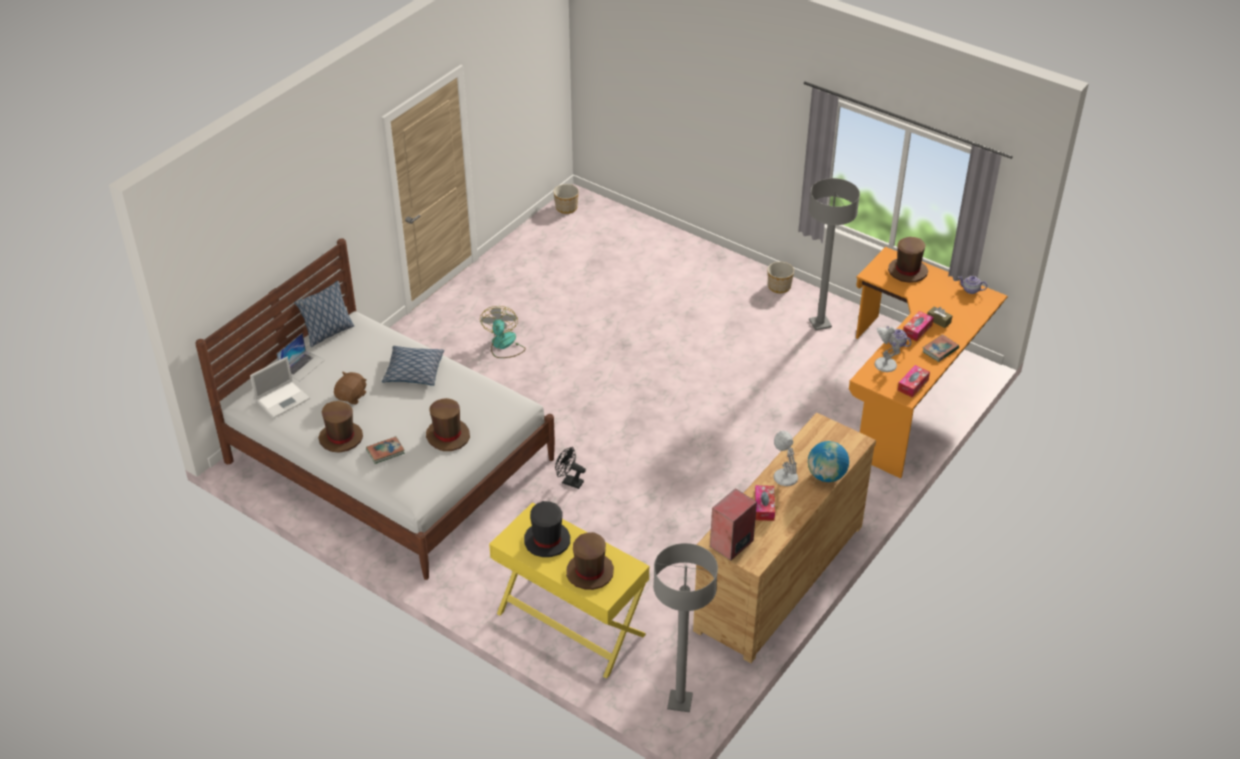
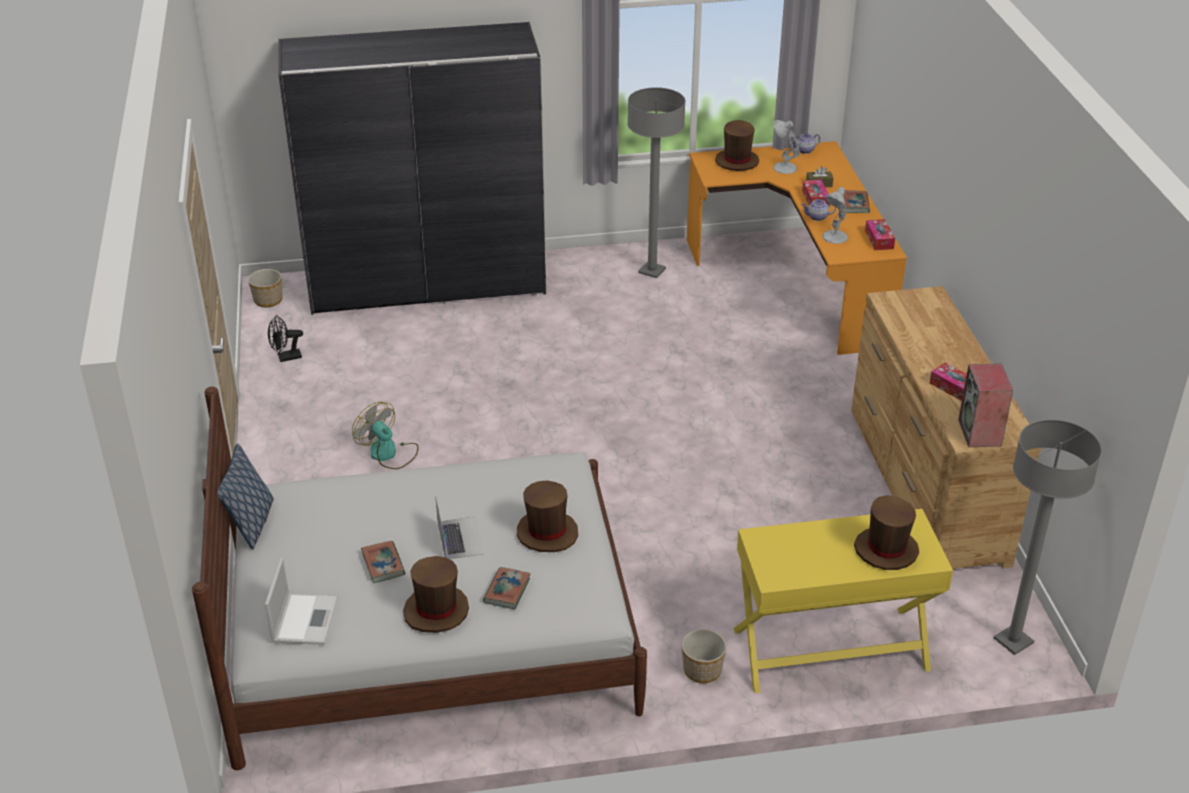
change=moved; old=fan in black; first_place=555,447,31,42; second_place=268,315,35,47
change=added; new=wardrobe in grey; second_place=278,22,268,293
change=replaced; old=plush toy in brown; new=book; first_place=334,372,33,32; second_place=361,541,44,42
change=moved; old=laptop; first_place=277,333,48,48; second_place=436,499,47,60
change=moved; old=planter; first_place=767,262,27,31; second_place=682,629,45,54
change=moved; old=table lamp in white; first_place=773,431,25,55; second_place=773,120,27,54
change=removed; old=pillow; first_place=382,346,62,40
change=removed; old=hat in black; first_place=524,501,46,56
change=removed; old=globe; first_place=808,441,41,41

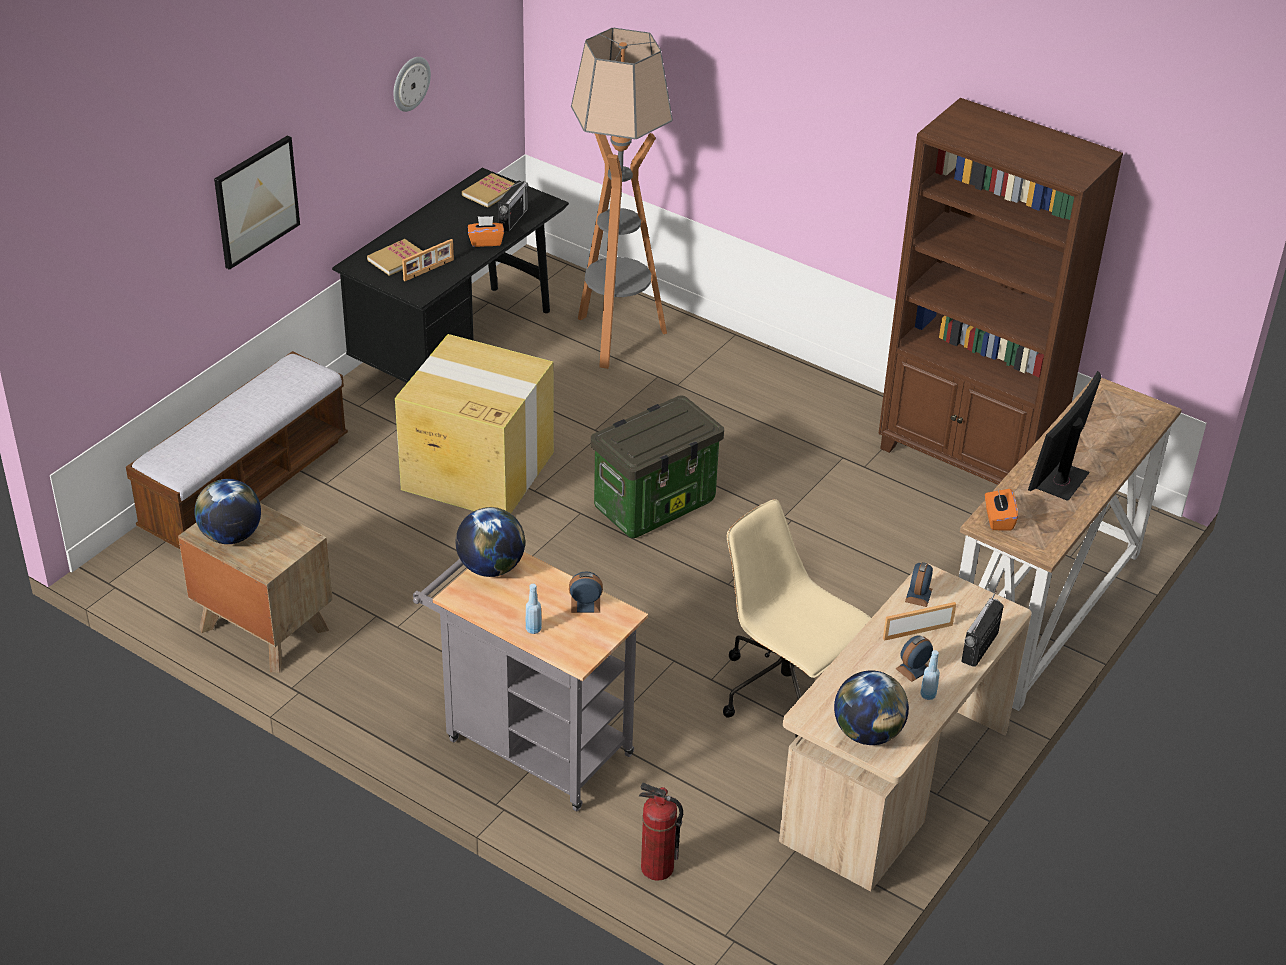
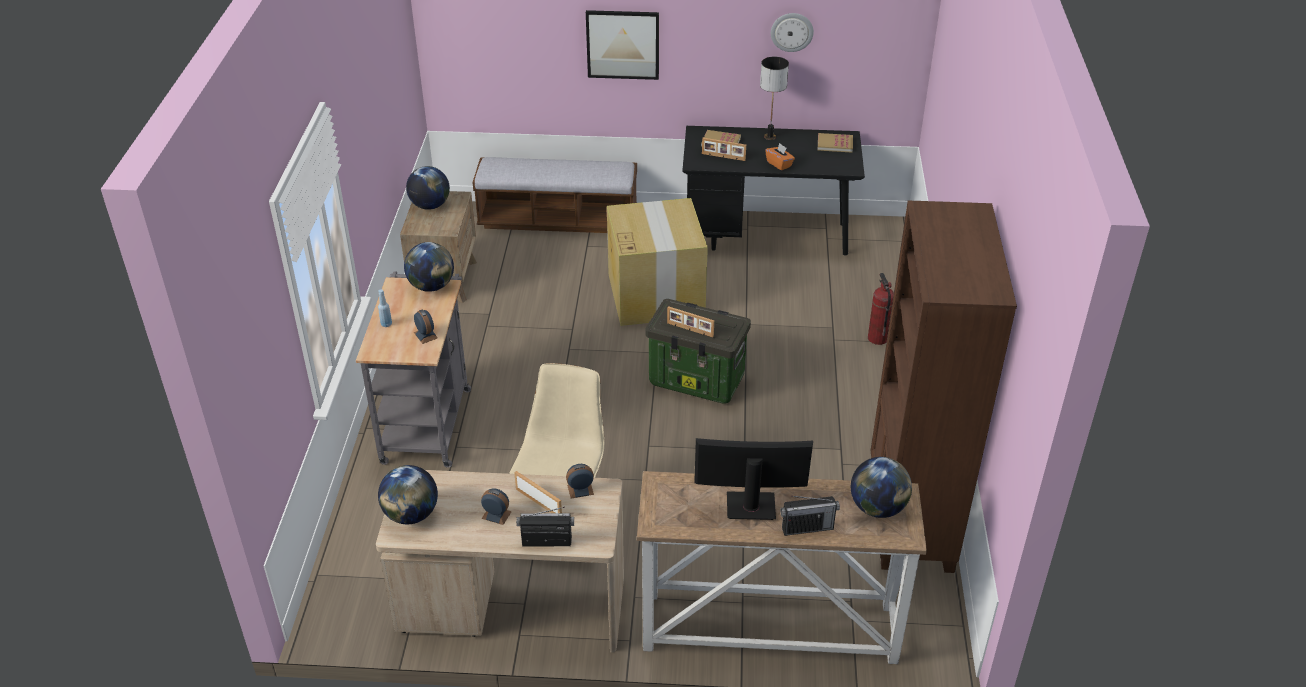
change=added; new=picture frame; second_place=667,306,47,32
change=added; new=table lamp; second_place=760,57,29,83
change=moved; old=radio; first_place=498,181,30,51; second_place=780,496,60,40
change=added; new=globe; second_place=851,457,61,61
change=moved; old=fire extinguisher; first_place=639,783,44,98; second_place=868,273,26,72
change=removed; old=floor lamp; first_place=571,28,102,341
change=removed; old=bottle in blue; first_place=920,650,20,50
change=removed; old=tissue box in orange; first_place=985,489,33,41

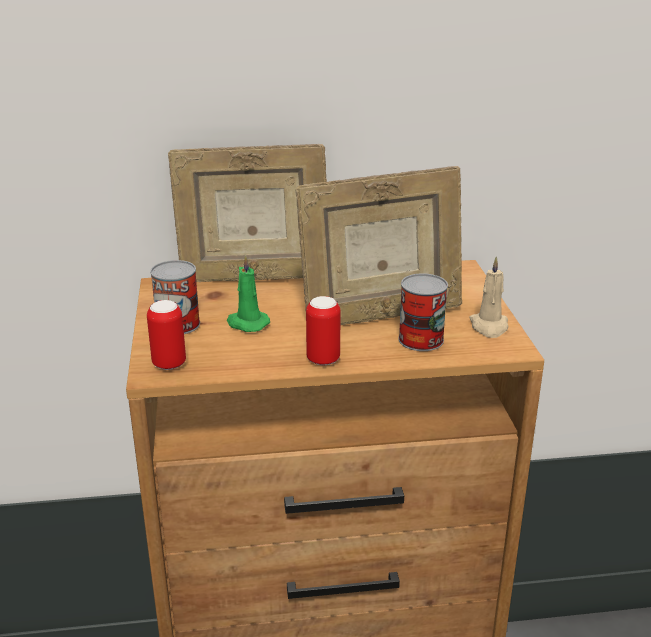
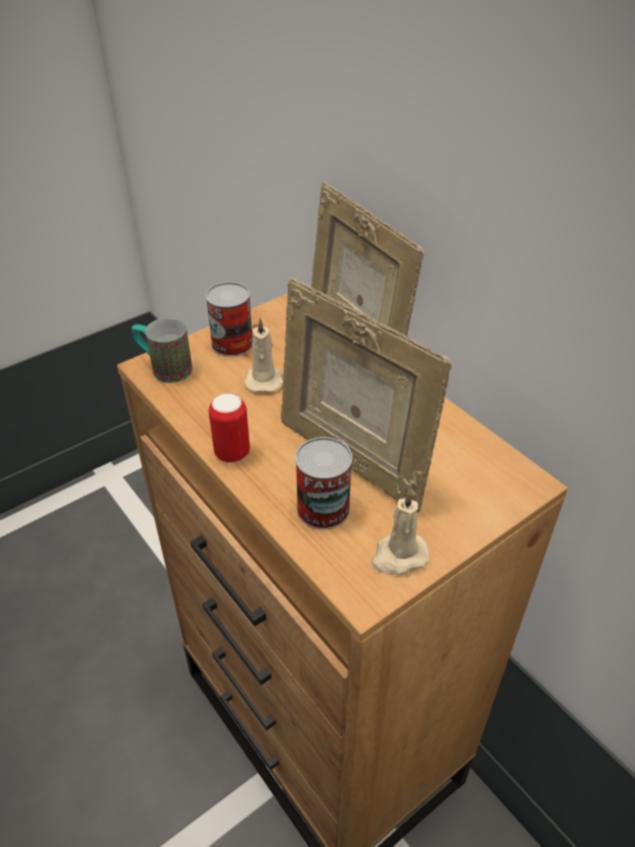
change=replaced; old=can; new=mug; first_place=147,300,39,70; second_place=132,318,60,65
change=recoloured; old=candle in green; new=candle in beige; first_place=227,255,43,77; second_place=244,317,39,75

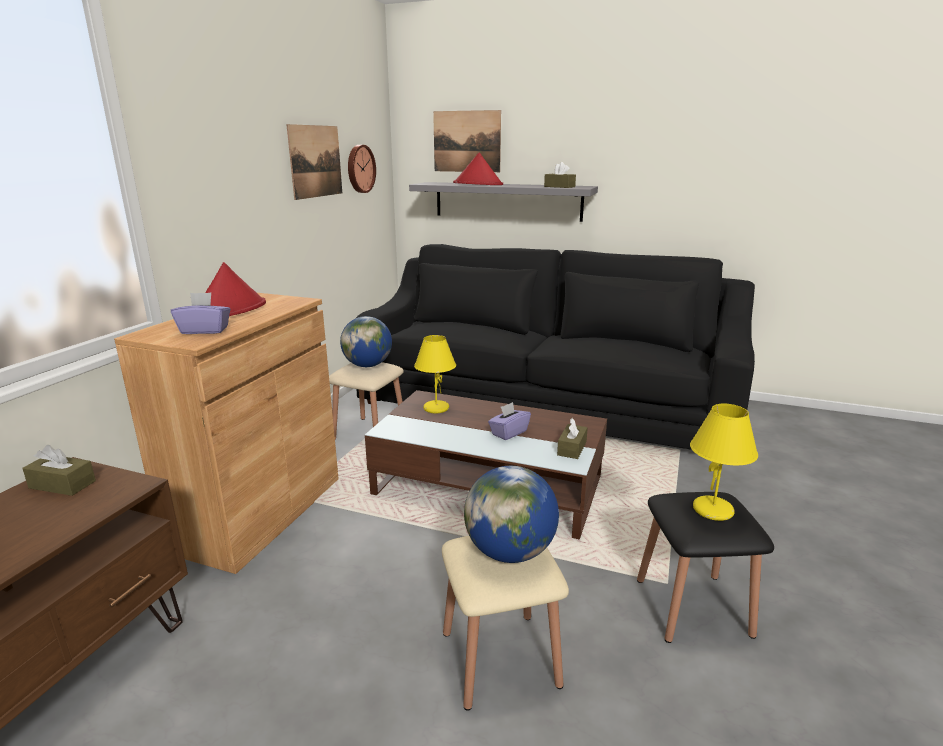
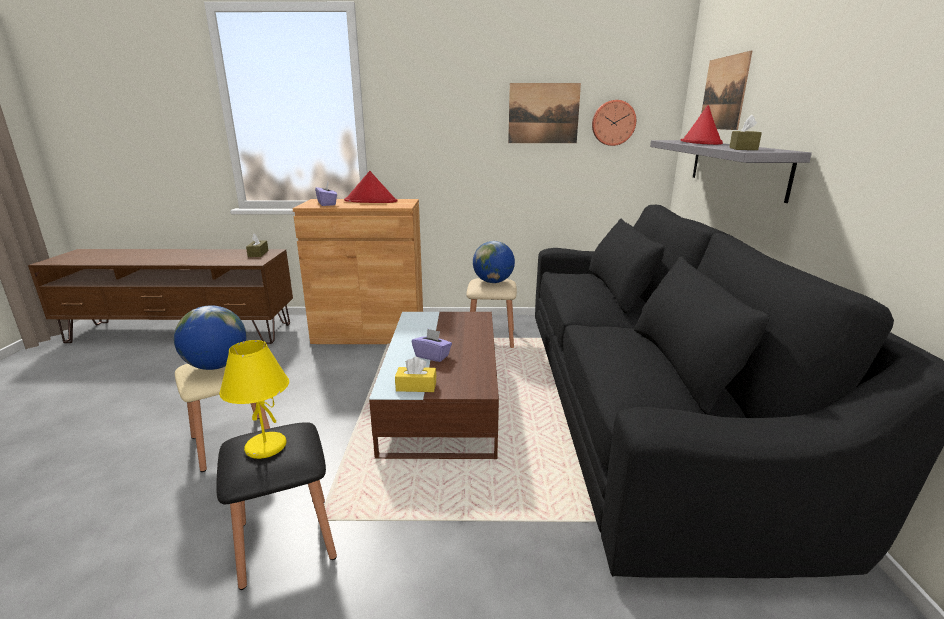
change=recoloured; old=tissue box in brown; new=tissue box in yellow; first_place=557,418,31,41; second_place=395,357,41,35
change=removed; old=table lamp in yellow; first_place=414,335,42,78

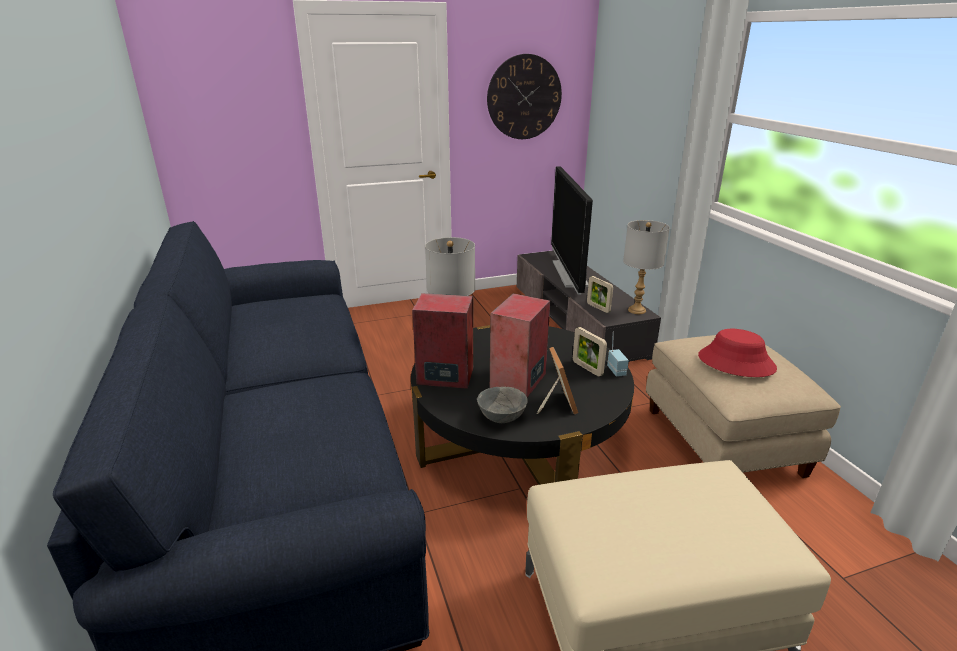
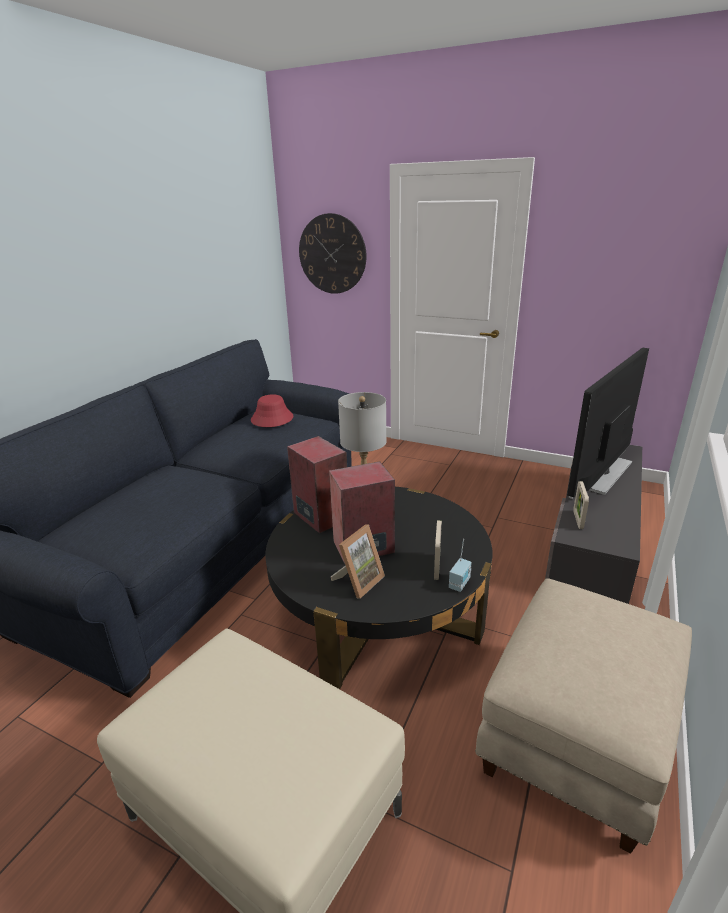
change=moved; old=hat in red; first_place=698,329,79,48; second_place=251,394,42,33
change=moved; old=wall clock; first_place=487,54,75,85; second_place=299,213,68,81
change=removed; old=bowl in grey; first_place=477,387,51,36
change=removed; old=table lamp in grey; first_place=623,220,47,94

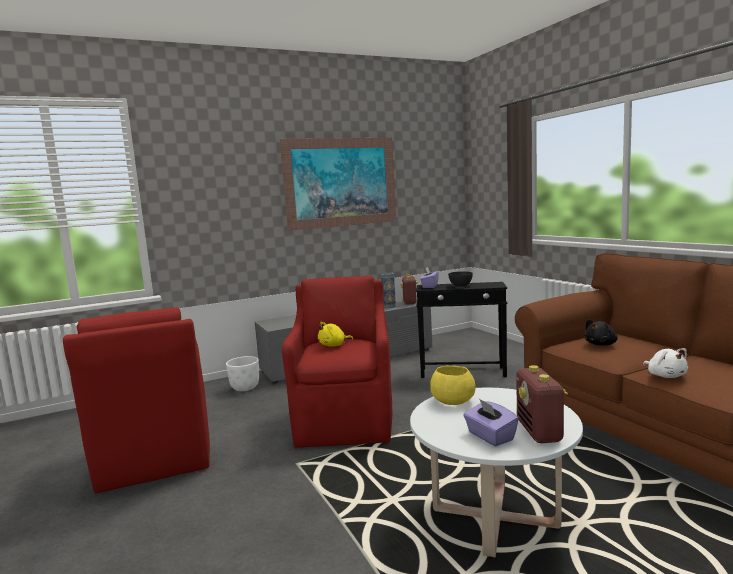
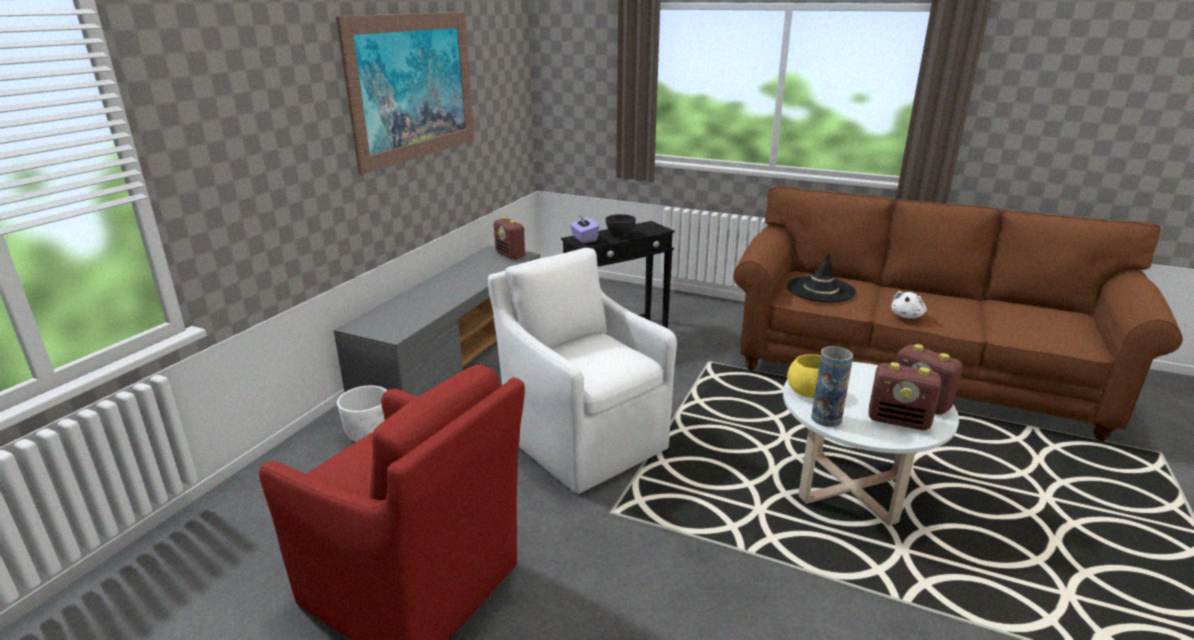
change=recoloured; old=armchair in red; new=armchair in white; first_place=282,276,110,172; second_place=488,248,189,246
change=replaced; old=plush toy in black; new=hat in black; first_place=584,319,34,27; second_place=787,252,69,51
change=moved; old=vase; first_place=381,273,15,35; second_place=811,346,42,81
change=replaced; old=tissue box in purple; new=radio; first_place=463,399,56,47; second_place=868,362,73,68
change=turned; old=plush toy in white; first_place=643,348,45,30; second_place=891,291,35,27; degrees=90
change=removed; old=plush toy in yellow; first_place=318,322,35,25

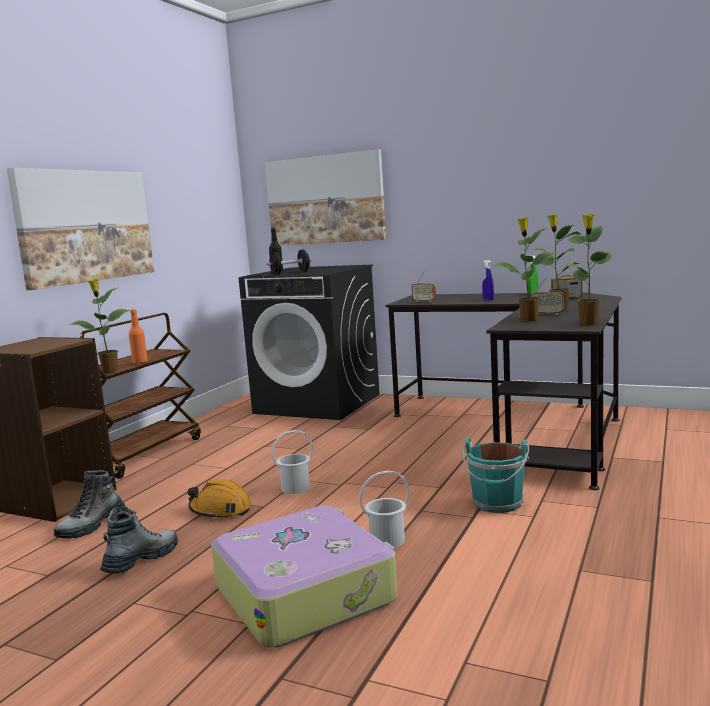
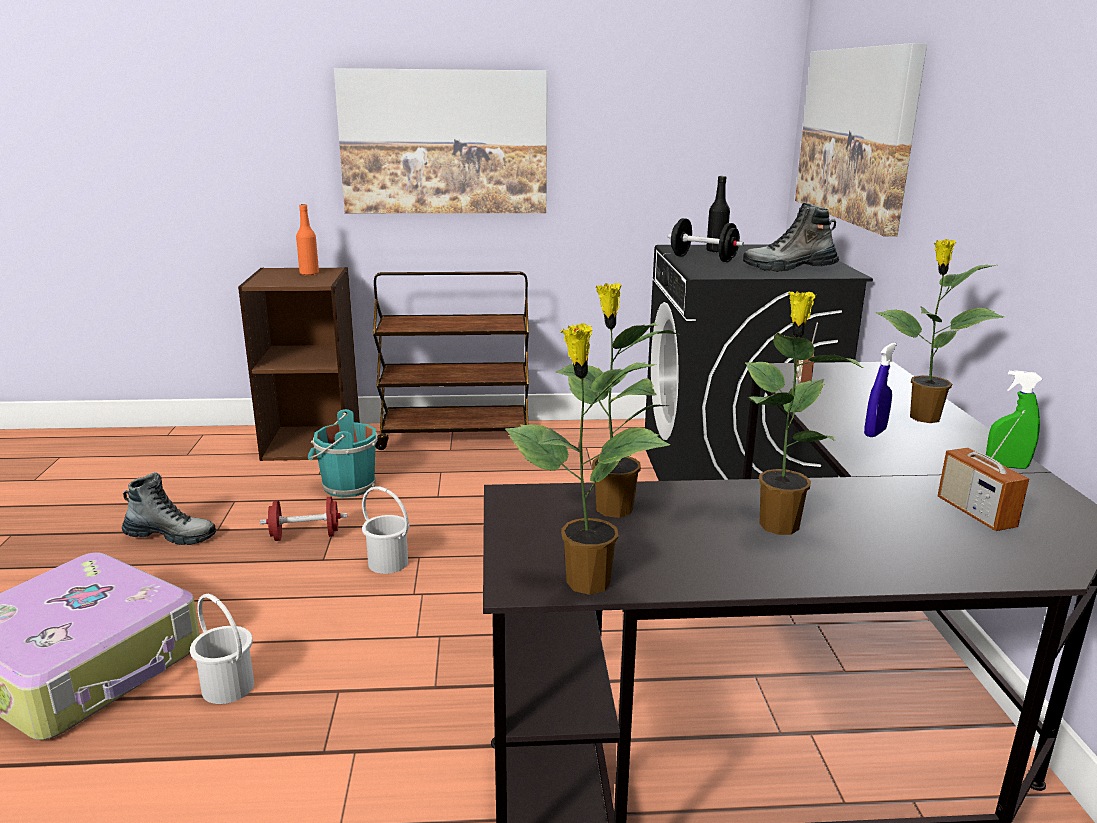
change=replaced; old=hard hat in orange; new=dumbbell in red; first_place=187,479,64,40; second_place=260,497,87,44
change=moved; old=bottle in orange; first_place=129,309,19,55; second_place=296,204,23,72
change=moved; old=bucket in turquoise; first_place=462,437,67,76; second_place=308,409,70,88
change=moved; old=boot; first_place=54,470,71,69; second_place=743,203,96,69
change=moved; old=potted plant; first_place=70,279,60,94; second_place=876,239,128,184
change=removed; old=radio; first_place=530,275,34,40

